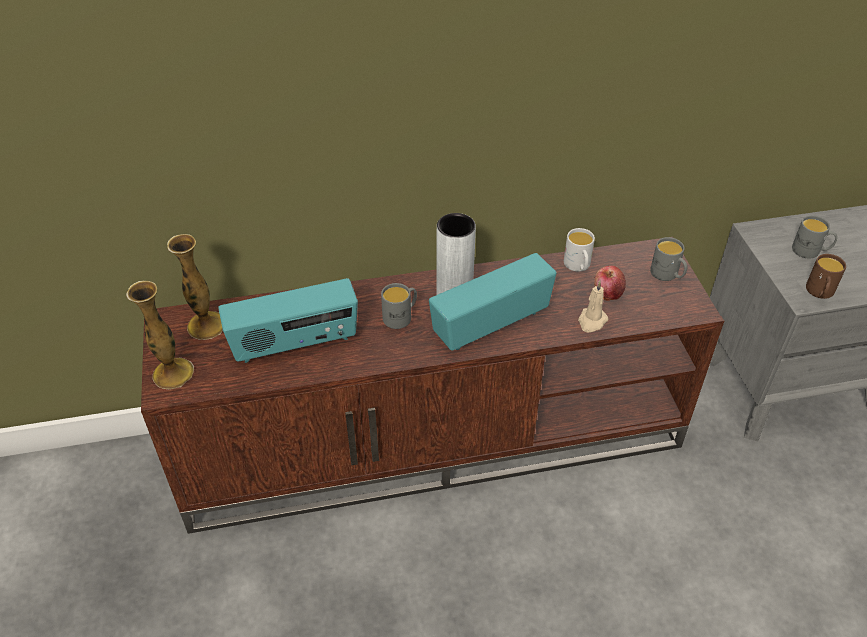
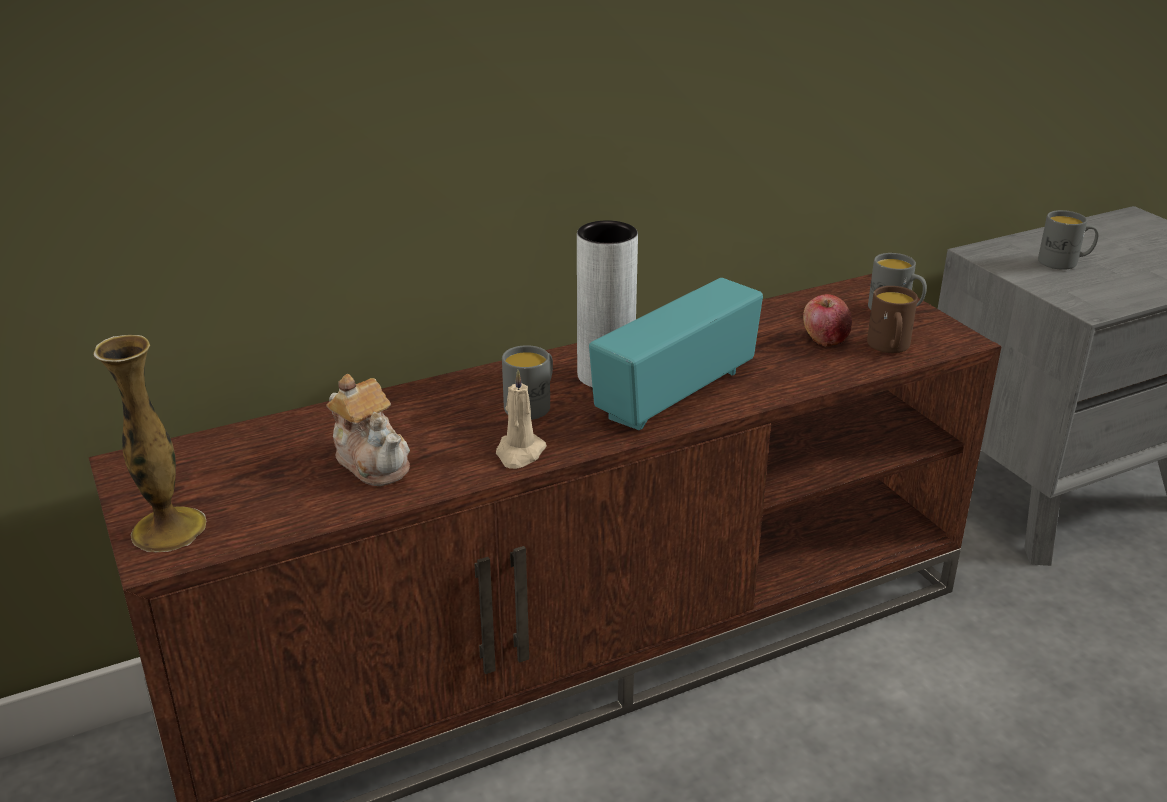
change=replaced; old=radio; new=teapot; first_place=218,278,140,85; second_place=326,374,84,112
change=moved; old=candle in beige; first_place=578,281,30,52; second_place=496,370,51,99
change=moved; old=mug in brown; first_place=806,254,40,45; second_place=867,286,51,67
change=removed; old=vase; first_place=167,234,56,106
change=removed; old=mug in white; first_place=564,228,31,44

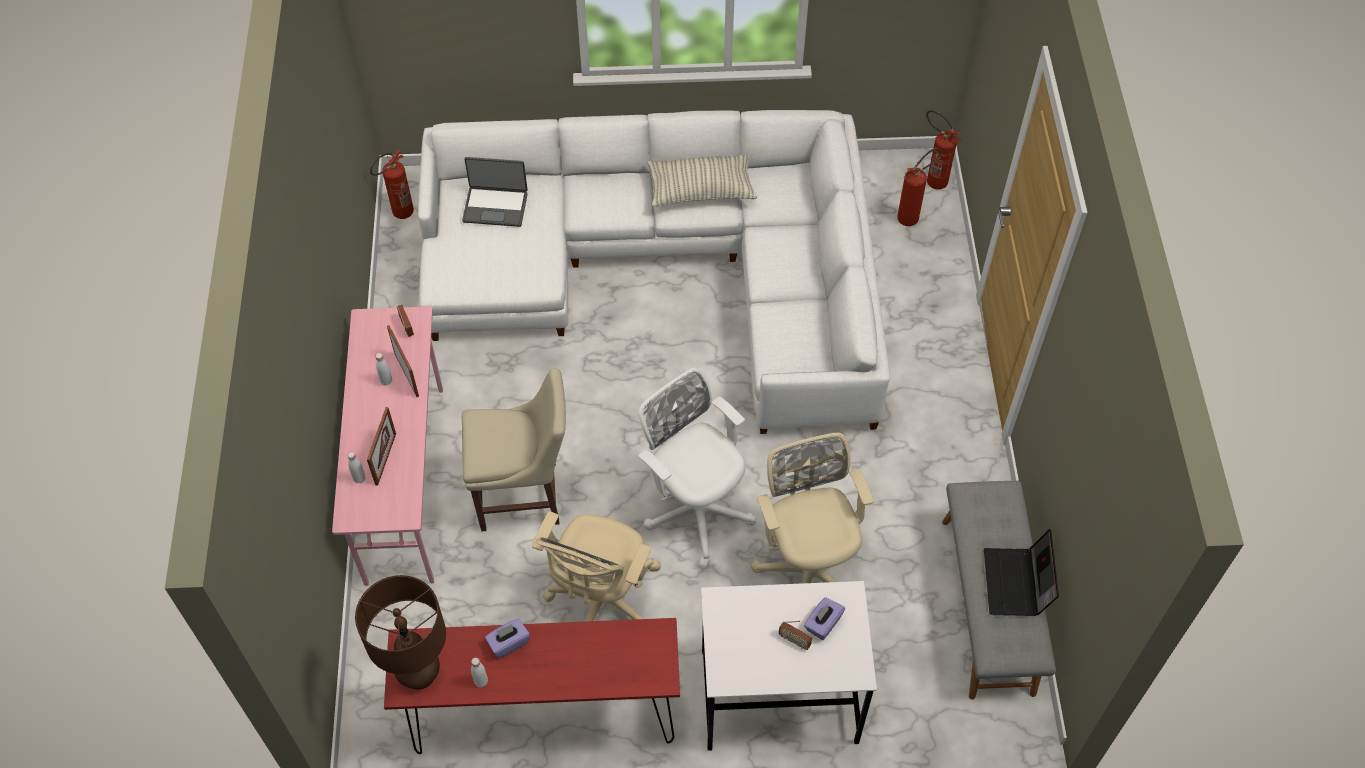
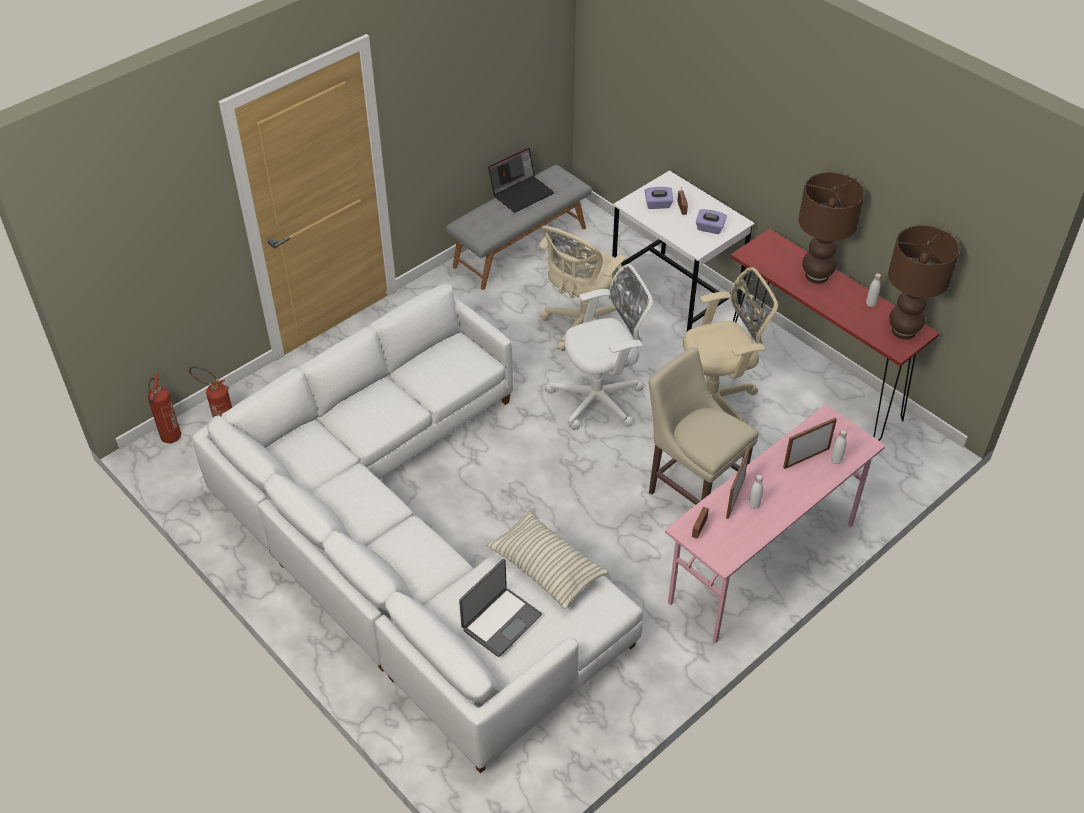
change=turned; old=laptop; first_place=462,157,66,70; second_place=459,559,83,98; degrees=75
change=moved; old=pillow; first_place=647,153,110,54; second_place=485,510,123,99
change=turned; old=office chair in white; first_place=638,368,118,201; second_place=545,264,108,166; degrees=-120
change=moved; old=tissue box in purple; first_place=485,619,45,39; second_place=696,209,31,25
change=added; new=table lamp in brown; second_place=799,172,65,112
change=removed; old=fire extinguisher; first_place=370,150,44,69

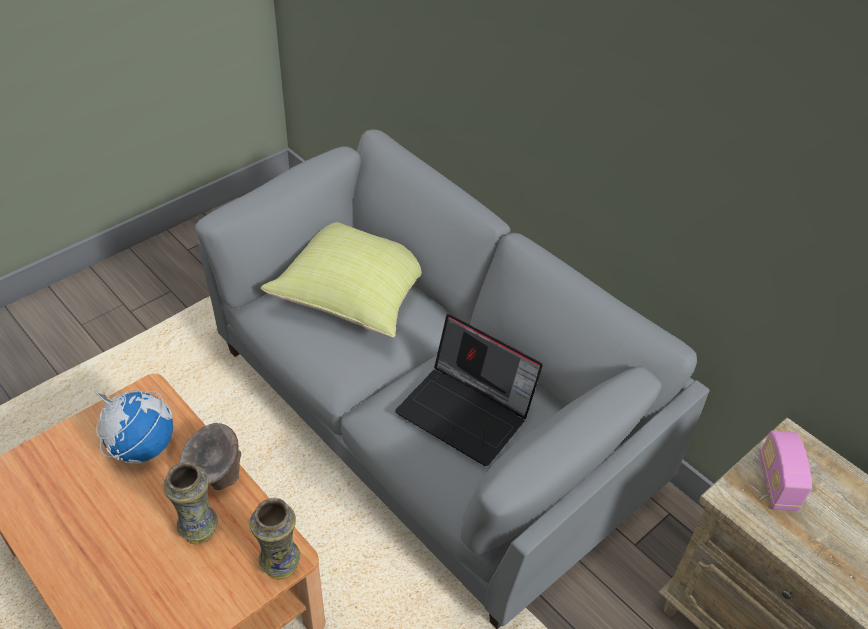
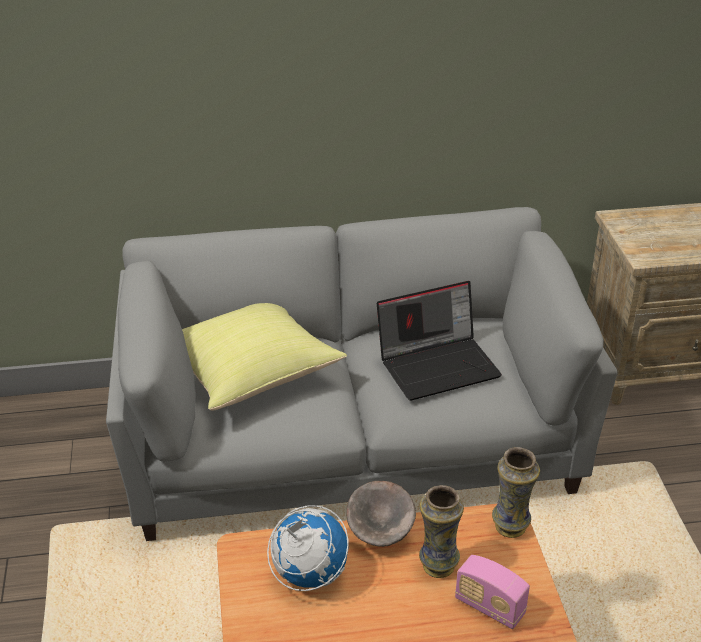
change=moved; old=radio; first_place=759,431,53,80; second_place=455,555,75,74

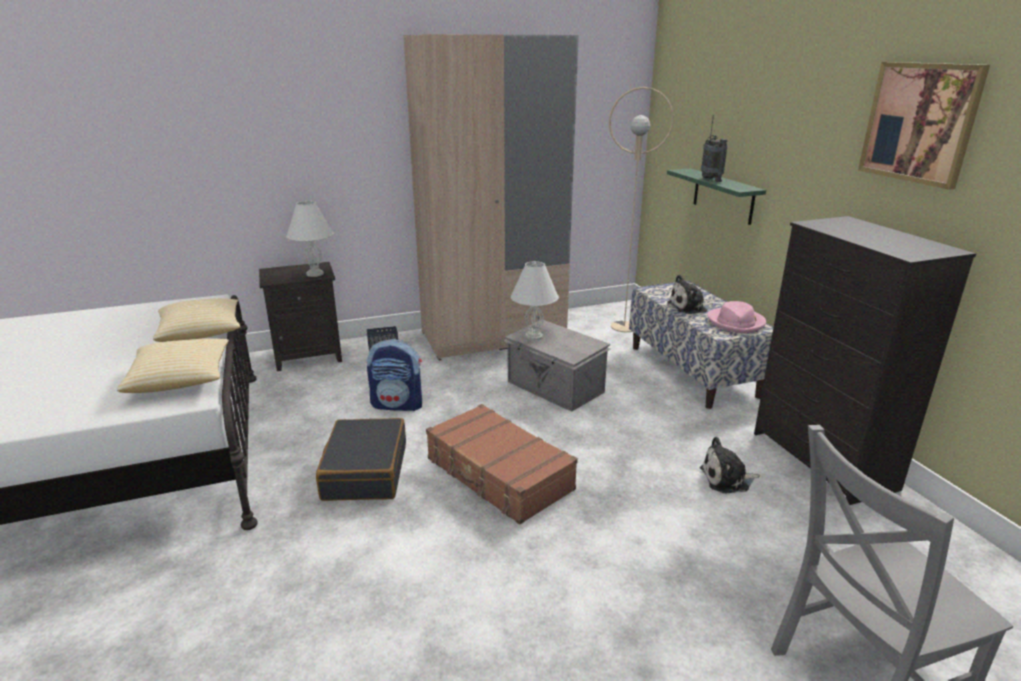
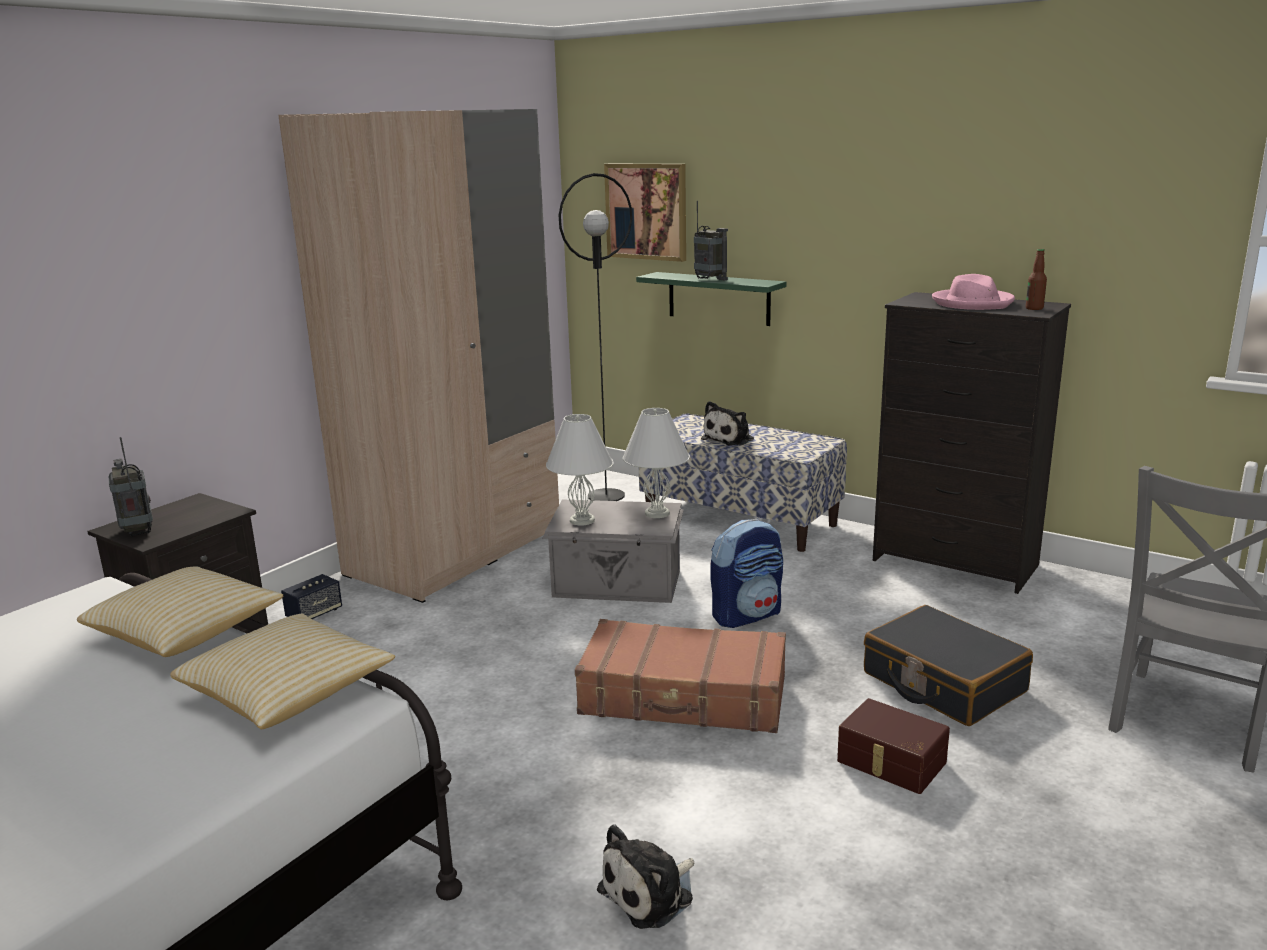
change=added; new=radio; second_place=108,437,45,99
change=recoloured; old=floor lamp in beige; new=floor lamp in black; first_place=609,87,65,245; second_place=558,173,74,328
change=moved; old=plush toy; first_place=700,437,60,56; second_place=597,824,98,105
change=moved; old=picture; first_place=858,62,132,128; second_place=604,164,82,98
change=moved; old=table lamp in white; first_place=286,201,47,76; second_place=623,408,67,110
change=moved; old=backpack; first_place=367,339,55,72; second_place=710,519,73,109
change=added; new=storage box in brown; second_place=837,698,113,96
change=moved; old=suitcase in black; first_place=316,418,90,83; second_place=864,605,169,121
change=moved; old=hat in pink; first_place=708,301,58,33; second_place=932,274,83,36
change=added; new=bottle; second_place=1026,249,21,61

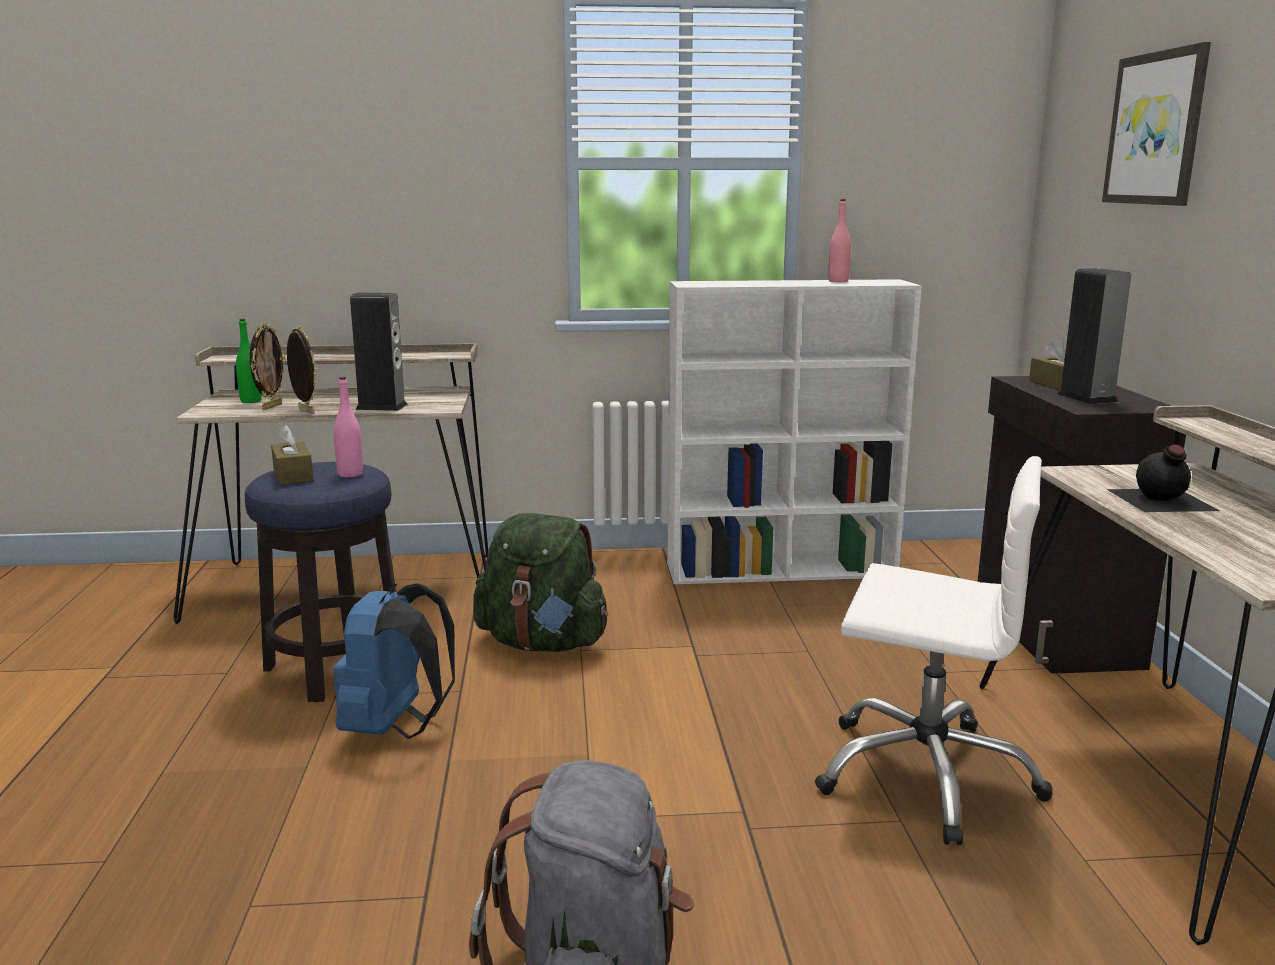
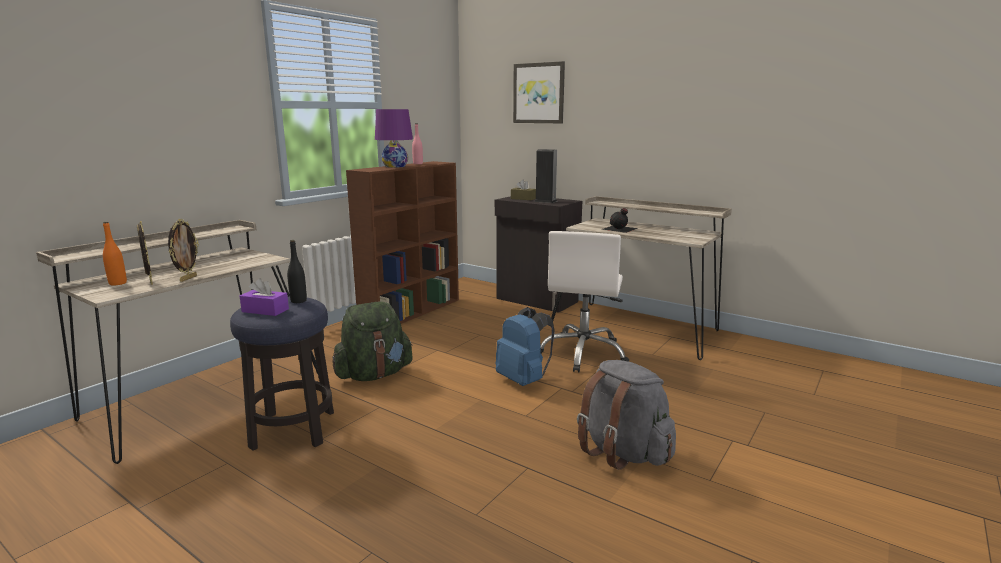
change=recoloured; old=bottle in green; new=bottle in orange; first_place=236,319,26,84; second_place=103,222,24,63
change=turned; old=picture frame; first_place=287,326,30,88; second_place=168,219,31,63; degrees=105
change=recoloured; old=tissue box in brown; new=tissue box in purple; first_place=271,425,42,60; second_place=240,278,49,38
change=recoloured; old=bottle in pink; new=bottle in black; first_place=334,377,29,100; second_place=287,240,20,63
change=recoloured; old=bookcase in white; new=bookcase in brown; first_place=667,279,254,305; second_place=346,161,113,163
change=added; new=table lamp in purple; second_place=375,109,38,59
change=moved; old=backpack in blue; first_place=334,583,121,156; second_place=496,307,59,79
change=turned; old=office chair in white; first_place=815,456,238,389; second_place=540,231,89,141; degrees=135
change=removed; old=speaker; first_place=350,293,58,118

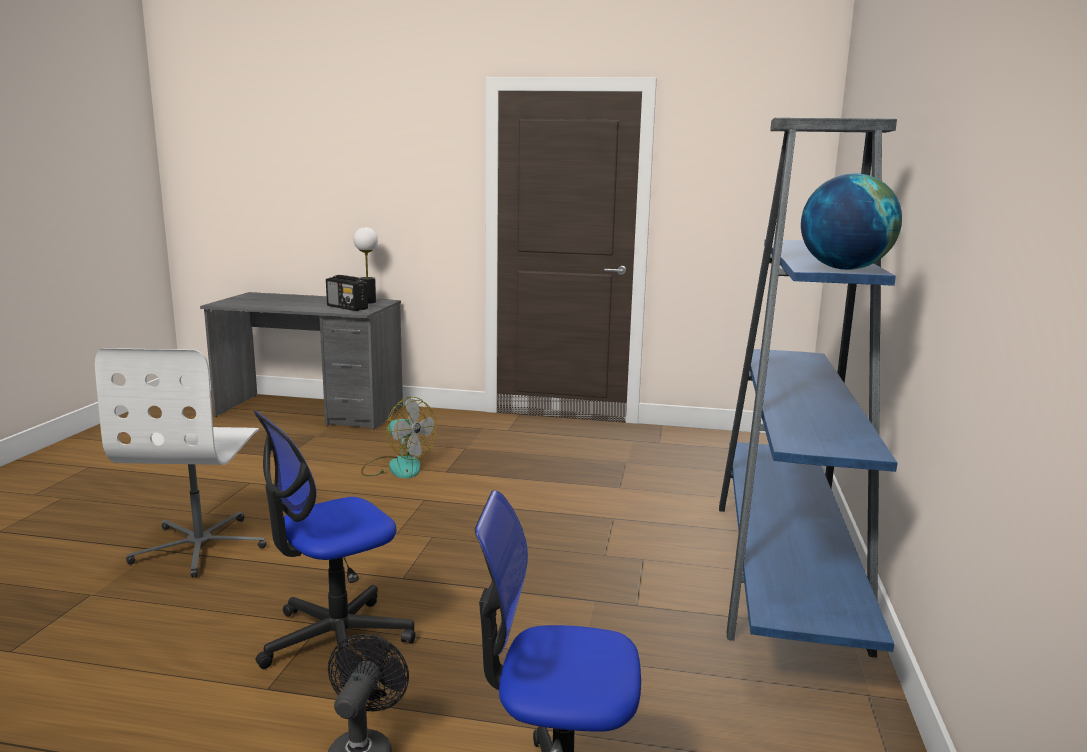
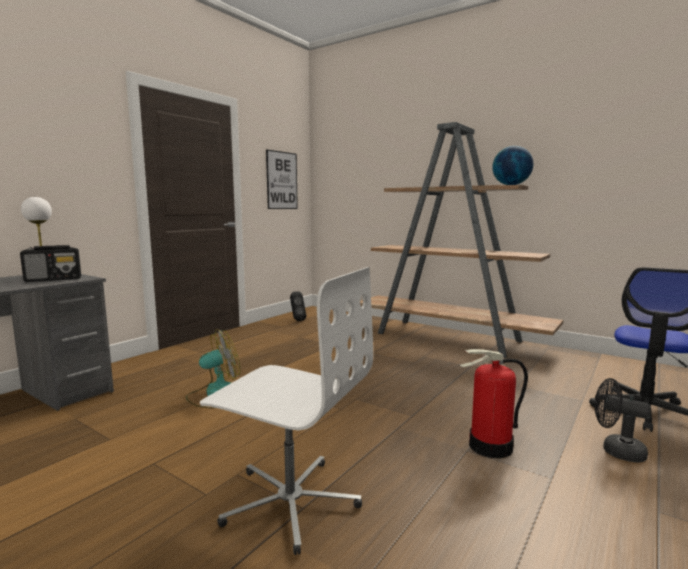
change=added; new=picture; second_place=266,149,32,60
change=added; new=speaker in black; second_place=290,291,16,30
change=recoloured; old=bookcase in blue; new=bookcase in brown; first_place=719,118,179,540; second_place=360,122,203,236
change=replaced; old=office chair; new=fire extinguisher; first_place=254,411,162,276; second_place=460,349,68,109

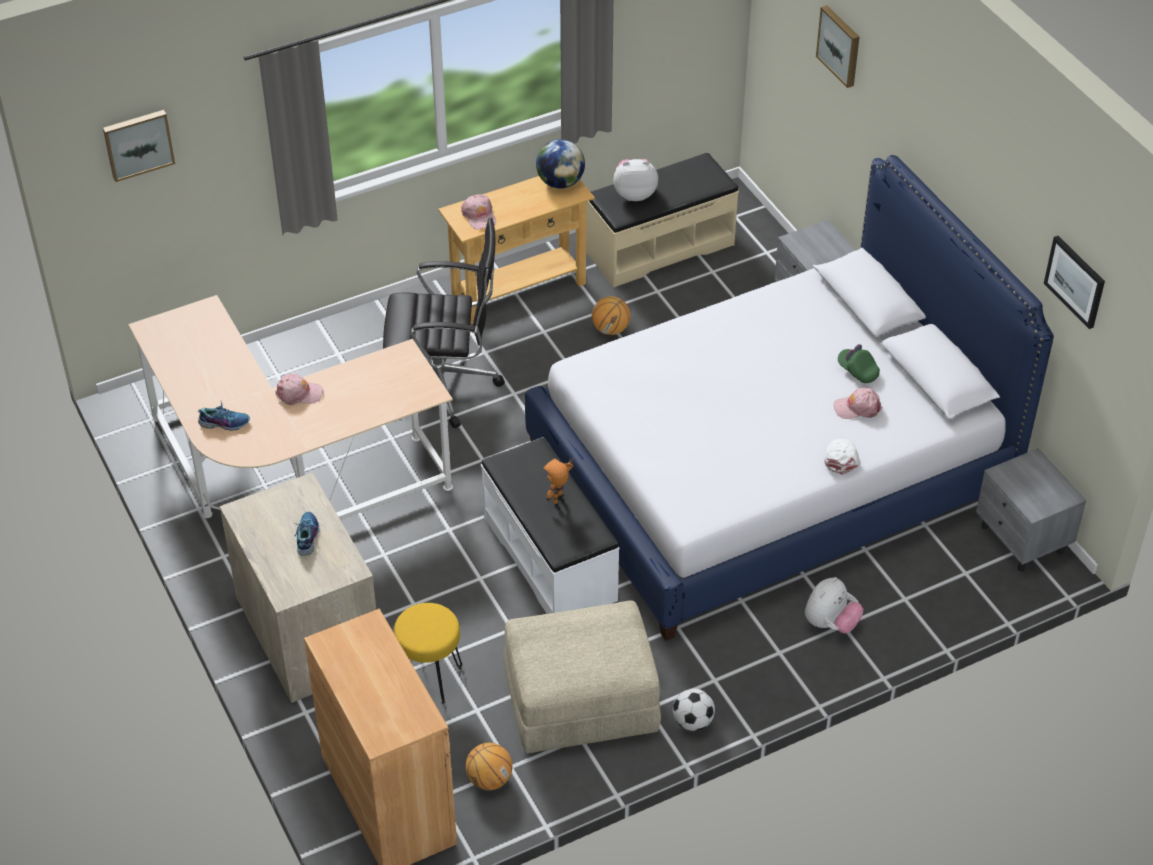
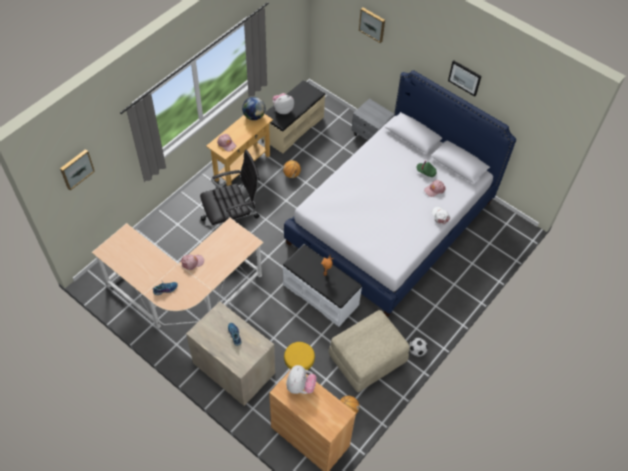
change=moved; old=plush toy; first_place=805,577,58,56; second_place=286,365,31,29
change=moved; old=picture; first_place=1044,236,61,93; second_place=448,60,34,37
change=removed; old=nightstand in grey; first_place=976,448,111,124

